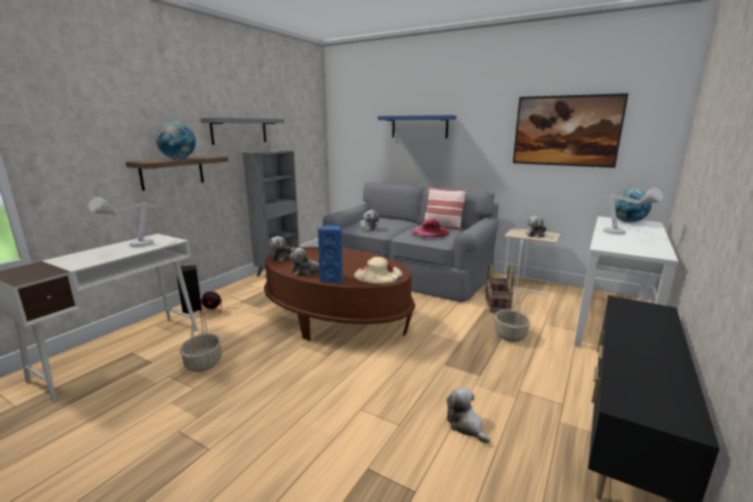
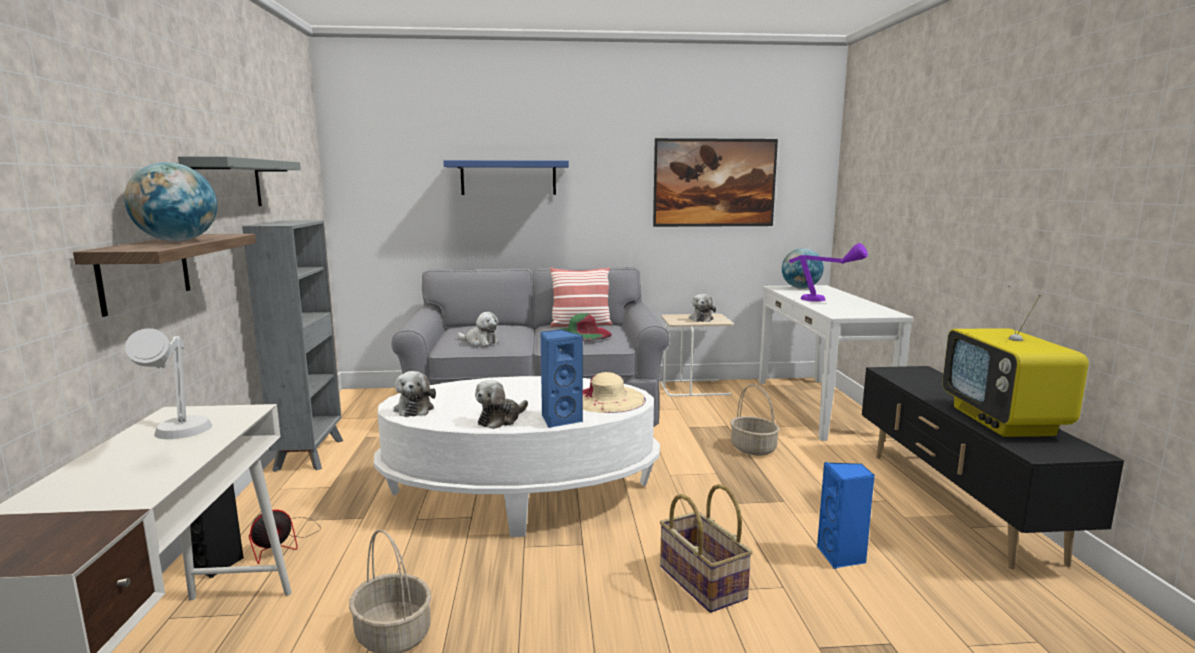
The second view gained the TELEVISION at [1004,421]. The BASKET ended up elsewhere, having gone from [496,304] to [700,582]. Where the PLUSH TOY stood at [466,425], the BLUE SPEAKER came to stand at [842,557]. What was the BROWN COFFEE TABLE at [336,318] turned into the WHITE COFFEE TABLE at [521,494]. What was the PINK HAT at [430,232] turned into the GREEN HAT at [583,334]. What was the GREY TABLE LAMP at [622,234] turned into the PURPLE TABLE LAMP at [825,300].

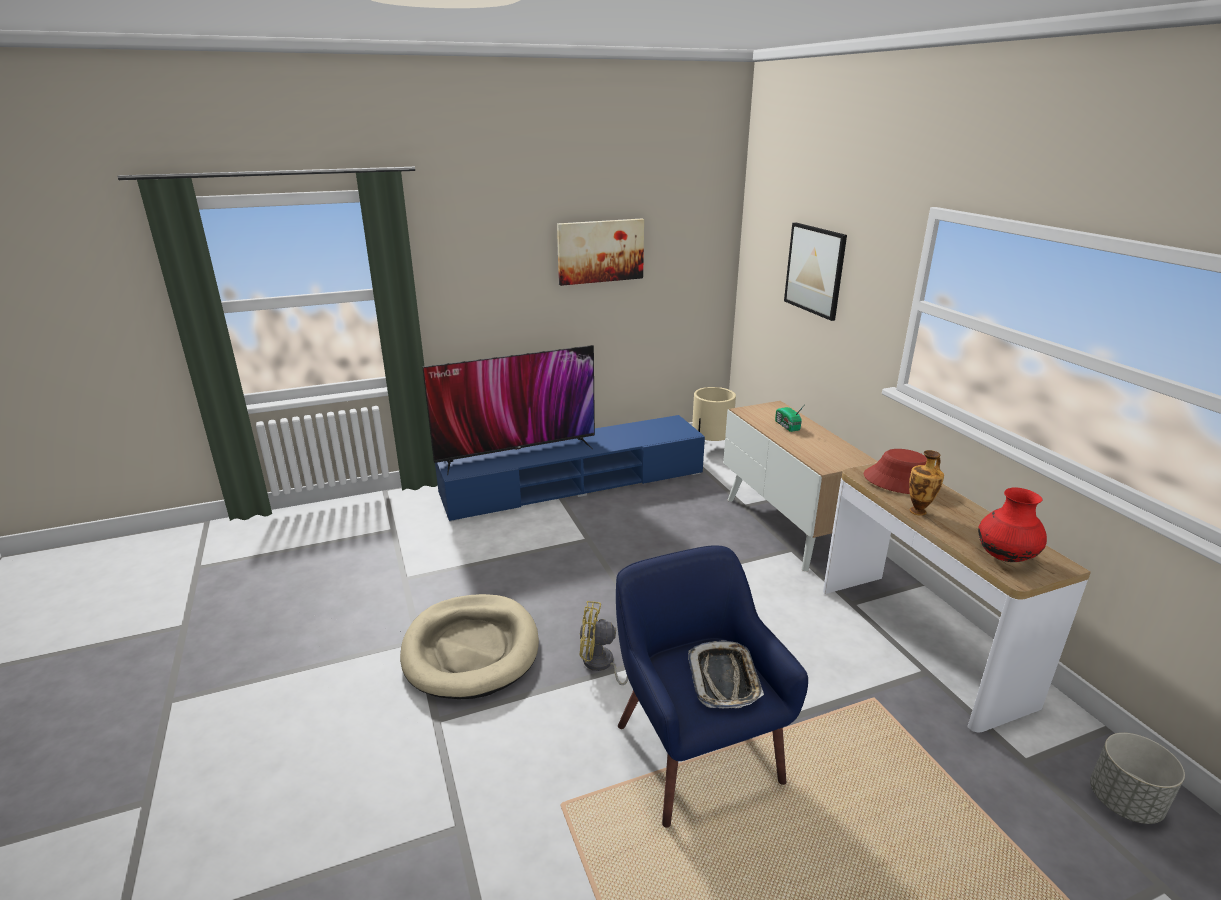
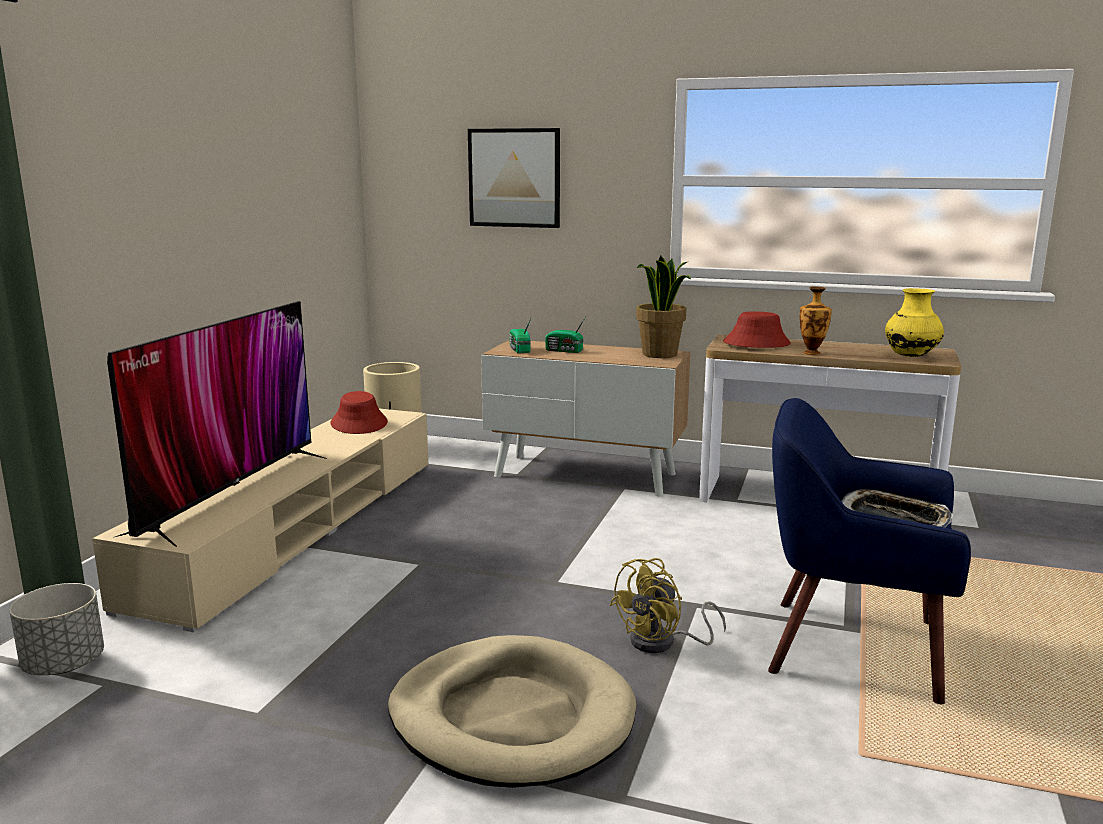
The second view lost the PICTURE at [600,251]. The second view gained the RED HAT at [359,423]. The second view gained the RADIO at [519,350]. The second view gained the POTTED PLANT at [660,354]. The GREY PLANTER ended up elsewhere, having gone from [1124,801] to [64,664]. What was the BLUE TV STAND at [574,484] turned into the BEIGE TV STAND at [297,527]. What was the RED VASE at [1005,557] turned into the YELLOW VASE at [911,356].

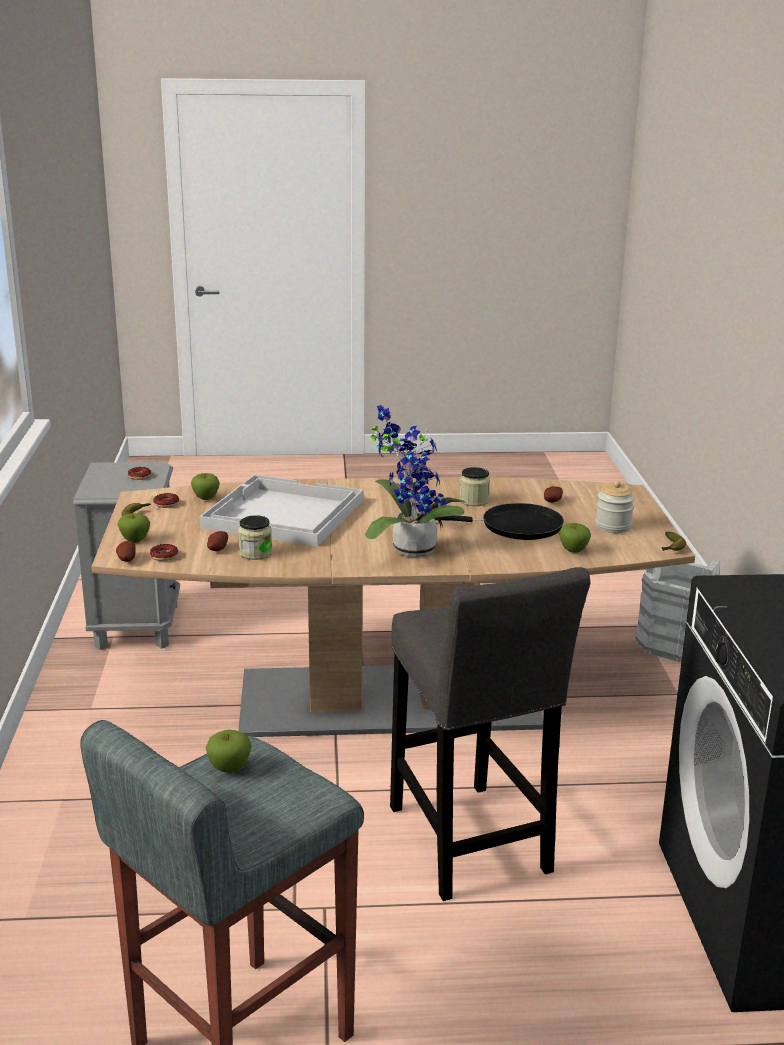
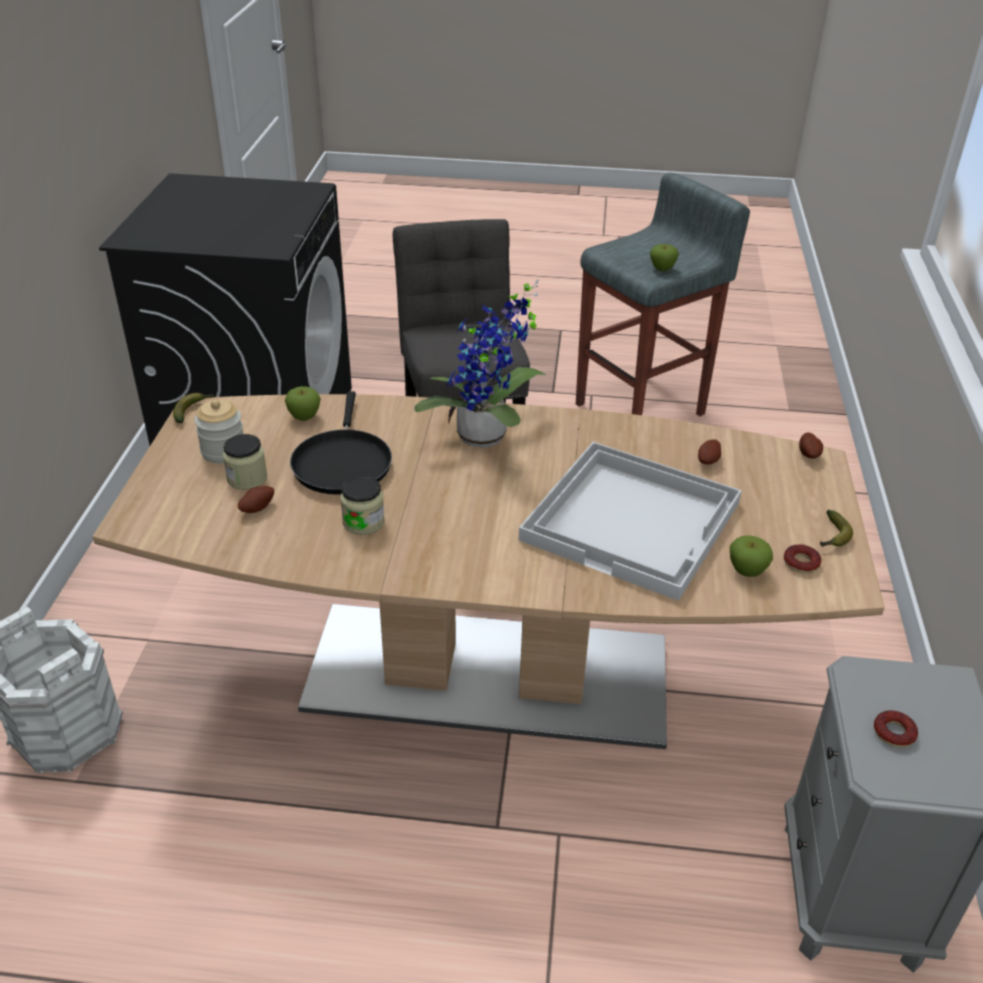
The second view lost the APPLE at [135,540]. The second view lost the DONUT at [164,556]. The JAR ended up elsewhere, having gone from [255,553] to [247,478]. The BLACK FRYING PAN at [515,527] ended up facing another way, 105 degrees counterclockwise from before.

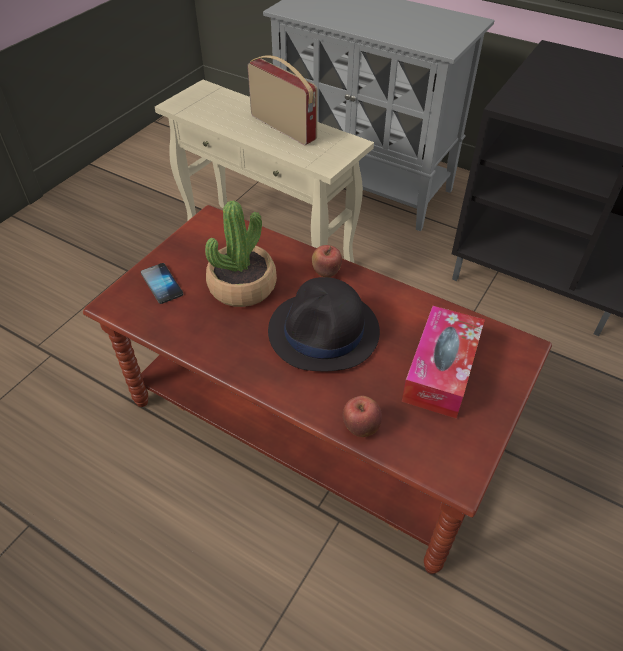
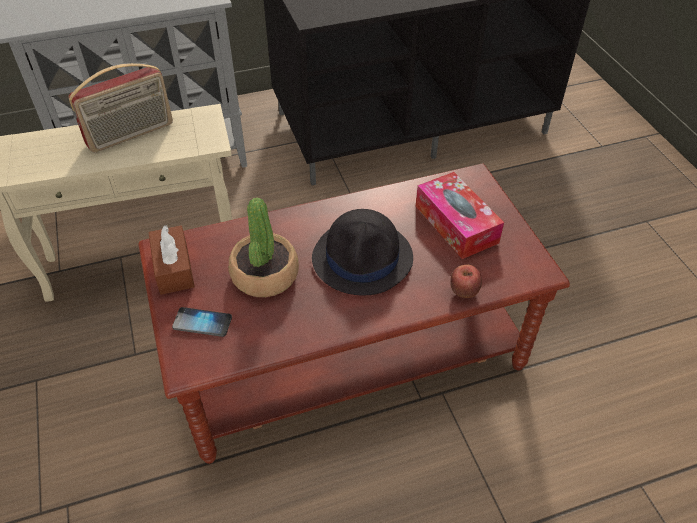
The second view lost the APPLE at [326,273]. The second view gained the BROWN TISSUE BOX at [173,268]. The RADIO at [284,127] ended up facing another way, 150 degrees clockwise from before.

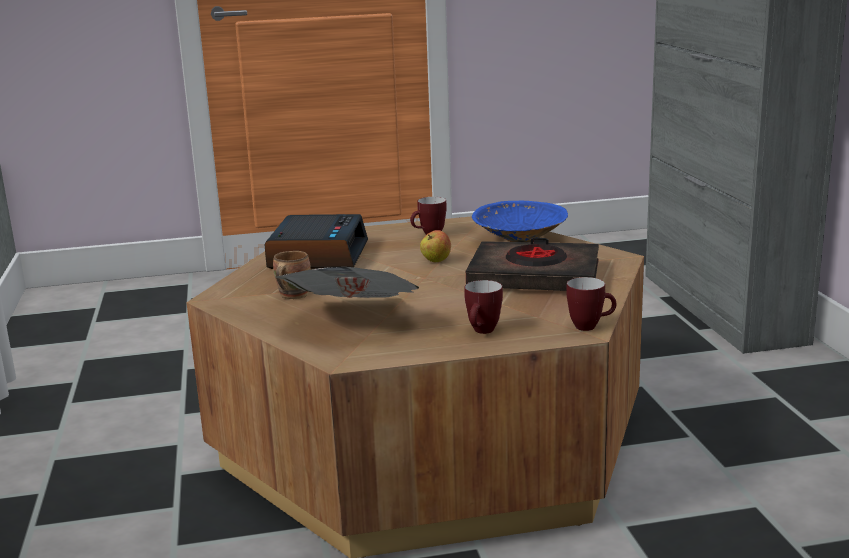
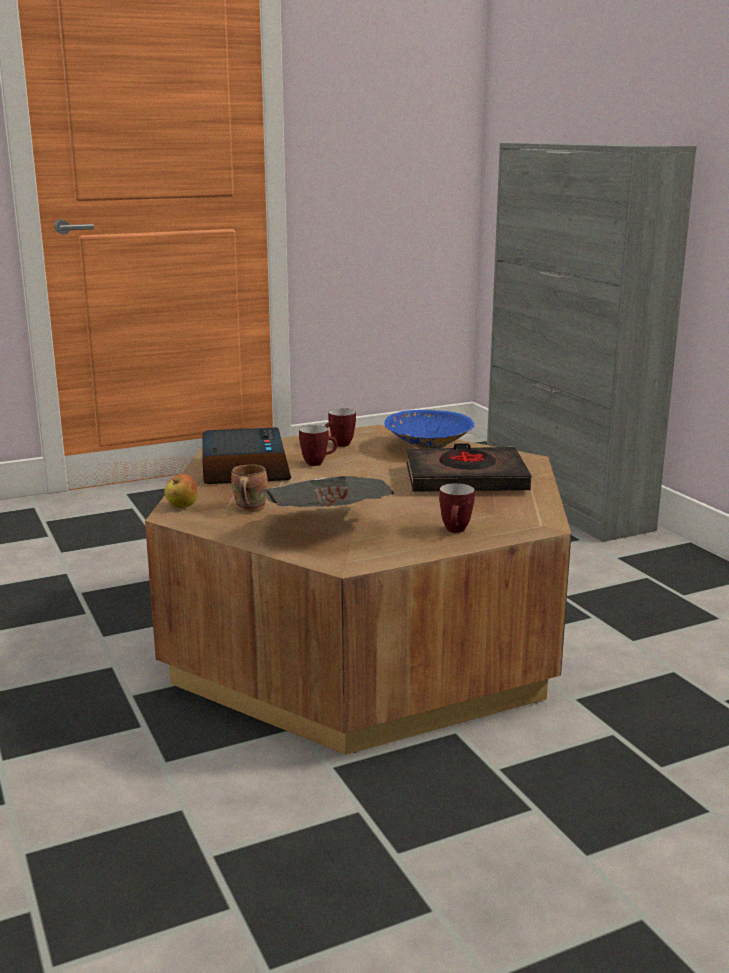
The APPLE ended up elsewhere, having gone from [436,261] to [182,506]. The MUG ended up elsewhere, having gone from [590,326] to [318,463].

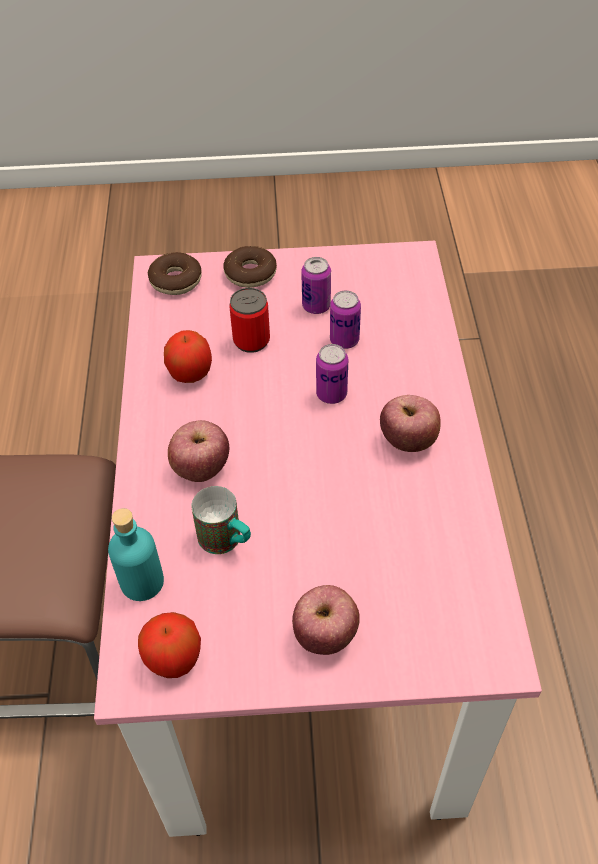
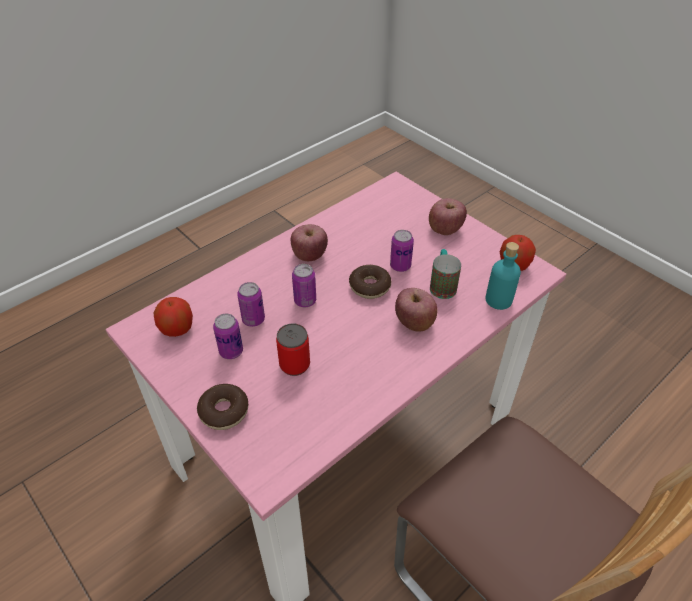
The second view gained the CAN at [400,266]. The DONUT ended up elsewhere, having gone from [176,280] to [369,286]. The APPLE ended up elsewhere, having gone from [190,374] to [177,329].

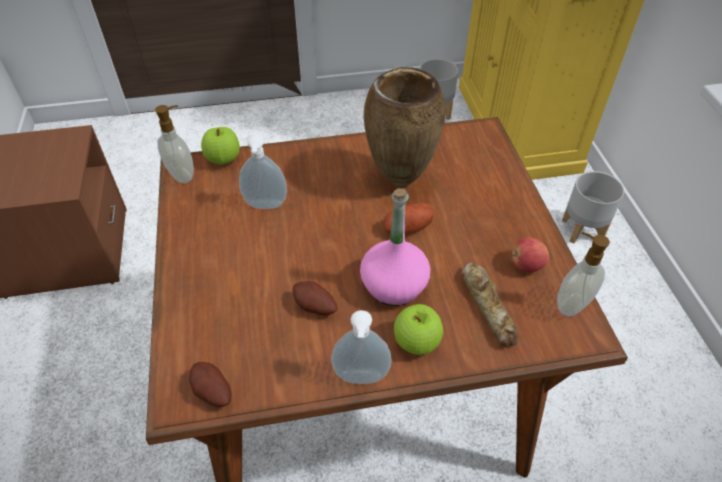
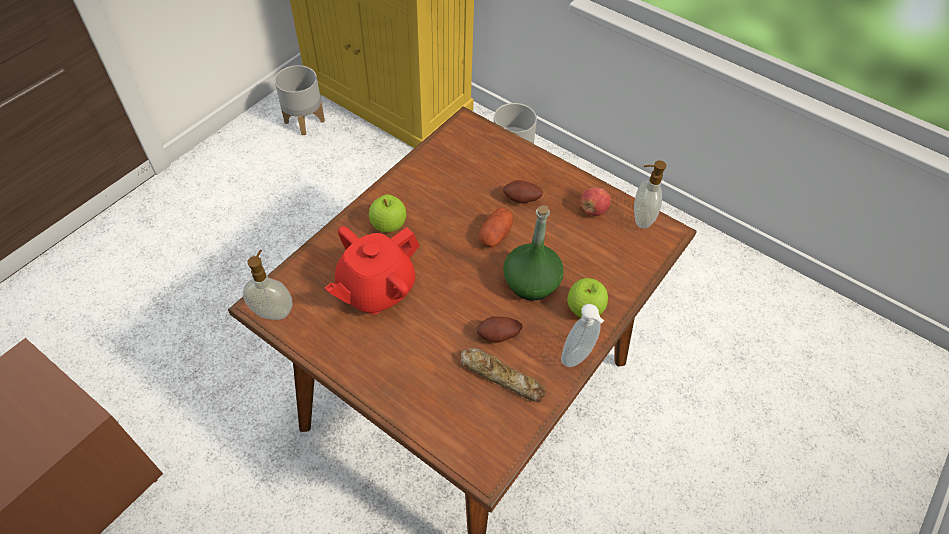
The second view lost the BROWN VASE at [398,181]. The POTATO ended up elsewhere, having gone from [212,393] to [521,200]. The APPLE ended up elsewhere, having gone from [223,160] to [388,225]. The BREAD ended up elsewhere, having gone from [488,306] to [501,376]. Where the SOAP DISPENSER stood at [265,206], the RED TEAPOT came to stand at [376,289]. What was the PINK BOTTLE at [393,285] turned into the GREEN BOTTLE at [531,282].

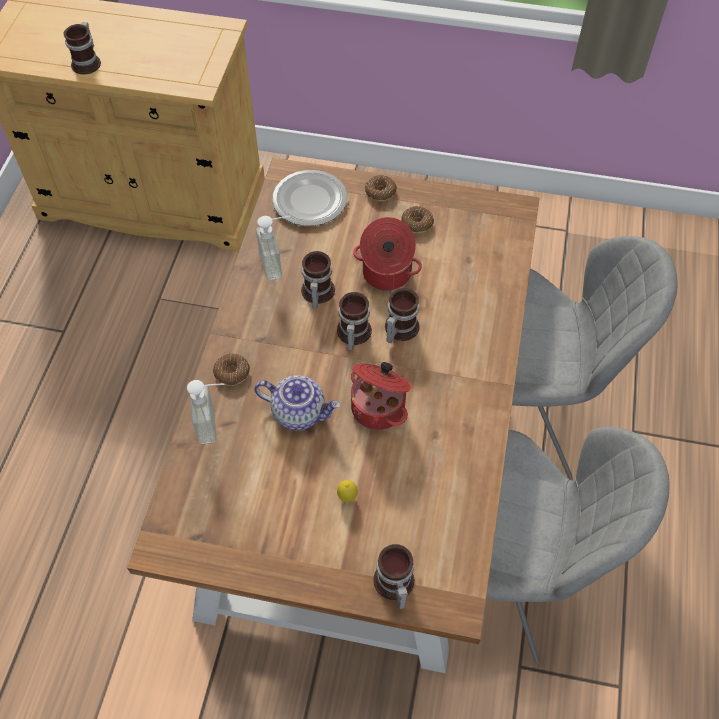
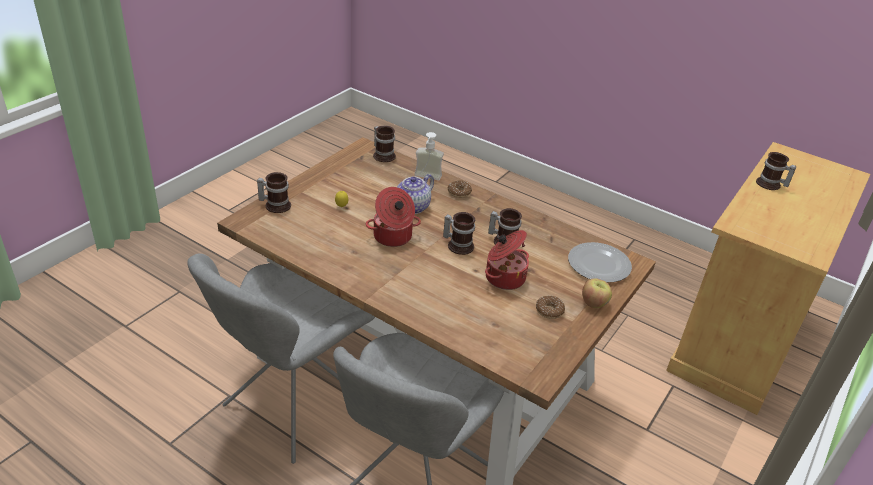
The second view lost the SOAP DISPENSER at [278,263]. The MUG ended up elsewhere, having gone from [398,329] to [384,155]. Where the DONUT stood at [380,192], the APPLE came to stand at [594,303].

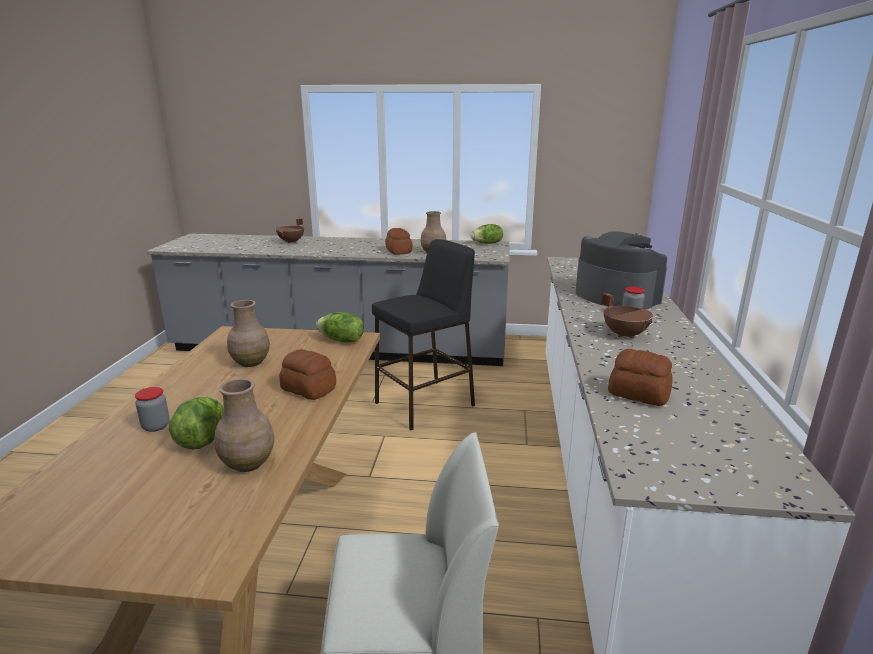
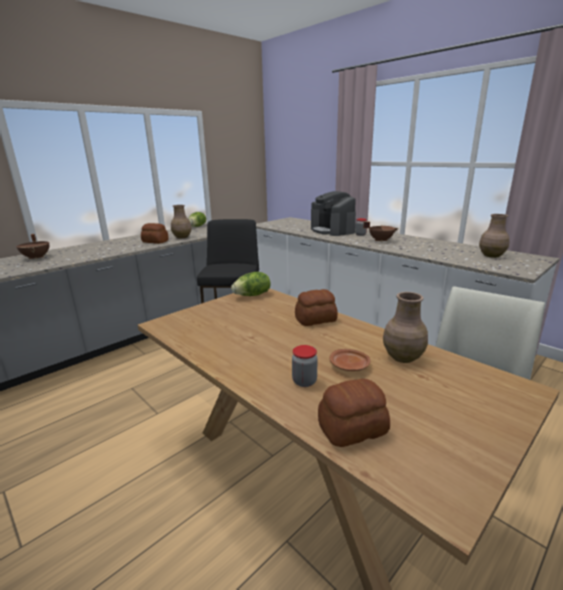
The BROWN VASE ended up elsewhere, having gone from [250,362] to [491,255]. The BREAD ended up elsewhere, having gone from [638,394] to [351,428]. Where the LETTUCE stood at [202,439], the BROWN PLATE came to stand at [349,366]. The COFFEE MACHINE at [616,296] ended up facing another way, 120 degrees counterclockwise from before.

